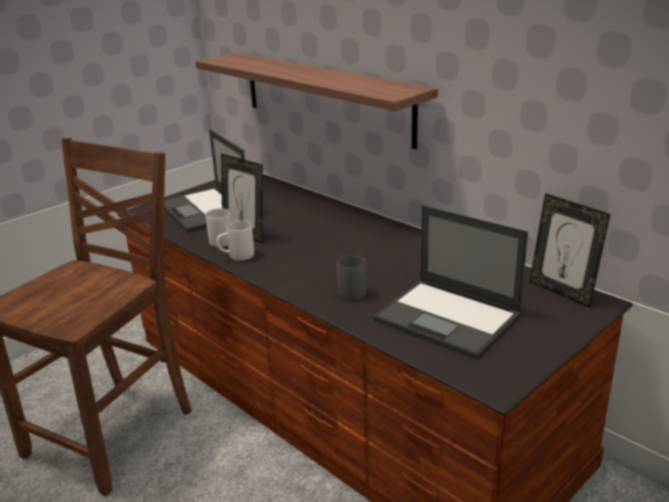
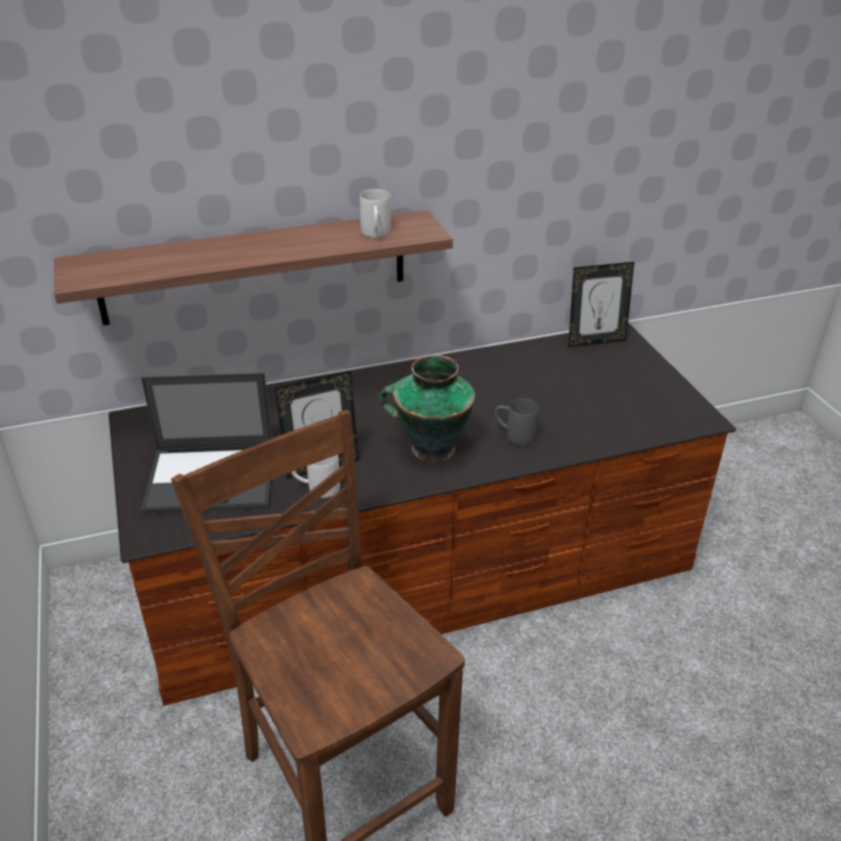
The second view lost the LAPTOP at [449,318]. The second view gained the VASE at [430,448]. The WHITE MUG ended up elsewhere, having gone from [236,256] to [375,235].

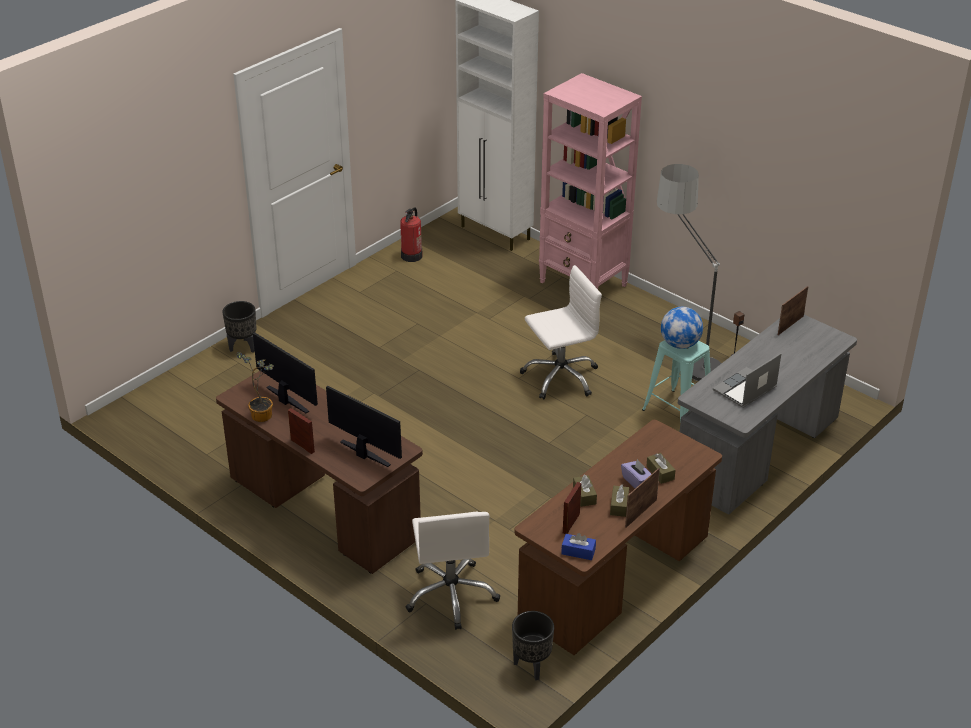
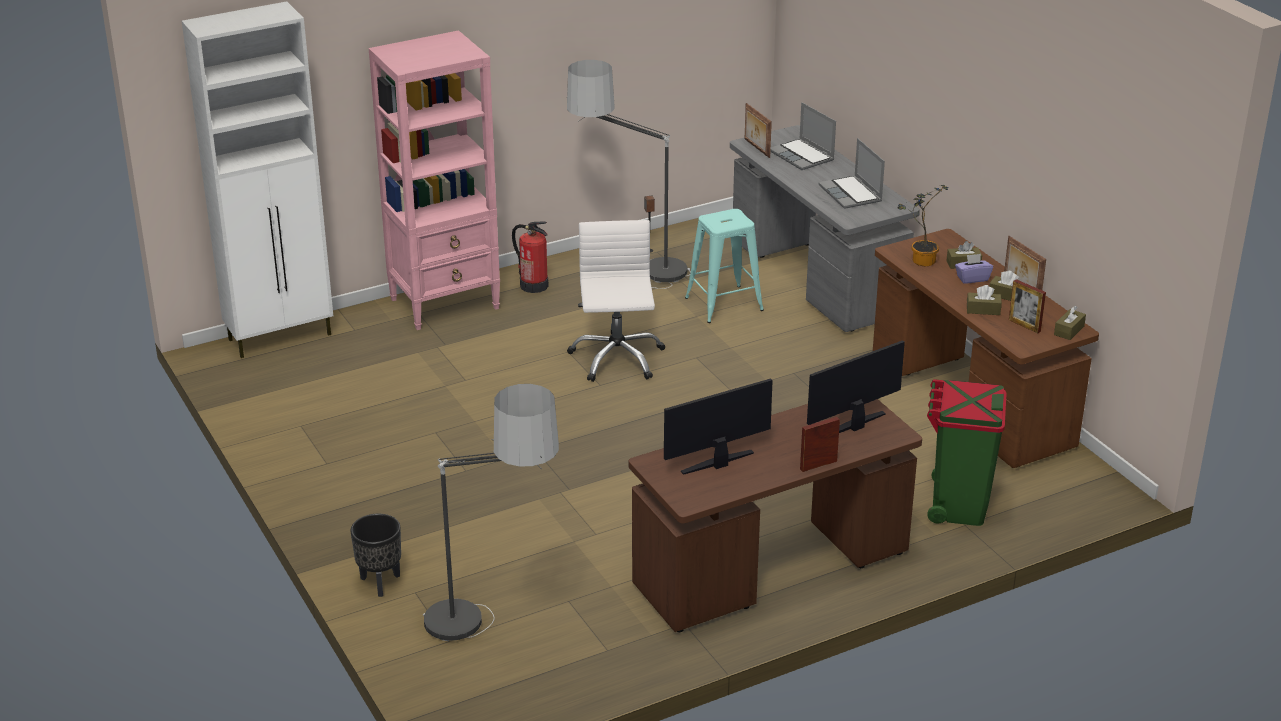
The second view lost the BLACK PLANTER at [532,666]. The second view lost the GLOBE at [680,344]. The second view gained the FLOOR LAMP at [493,638]. The second view gained the LAPTOP at [802,156]. The POTTED PLANT ended up elsewhere, having gone from [262,413] to [920,260]. The FIRE EXTINGUISHER ended up elsewhere, having gone from [412,255] to [533,285]. Where the WHITE OFFICE CHAIR stood at [451,595], the GREEN TRASH CAN came to stand at [957,505]. What was the BLUE TISSUE BOX at [578,551] turned into the BROWN TISSUE BOX at [1069,330].

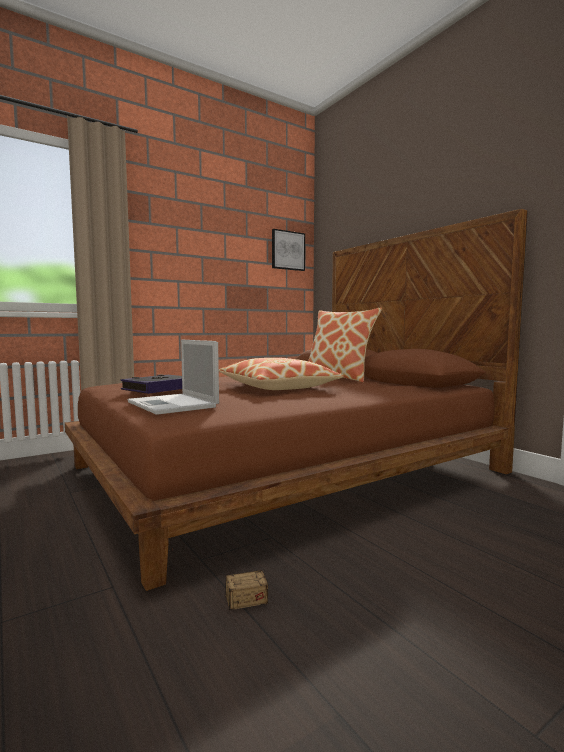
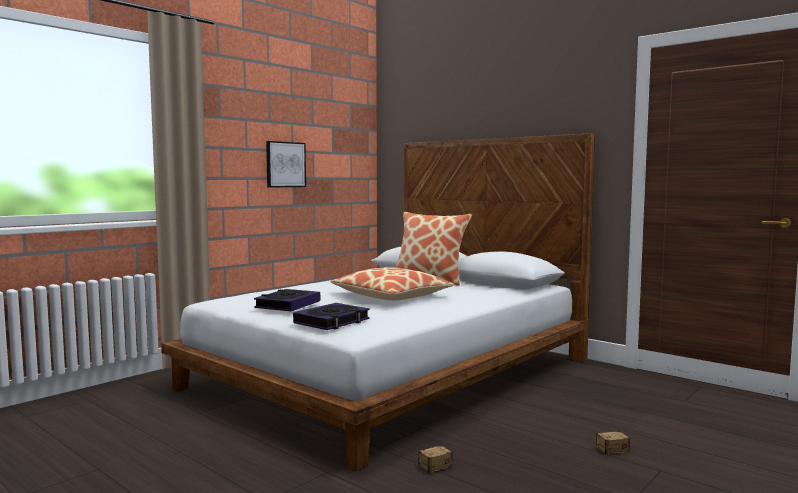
The second view gained the STORAGE BOX at [596,451]. The PICTURE ended up elsewhere, having gone from [287,250] to [285,164]. Where the LAPTOP stood at [173,405], the BOOK came to stand at [332,321]. What was the BROWN BED at [286,469] turned into the WHITE BED at [392,374].

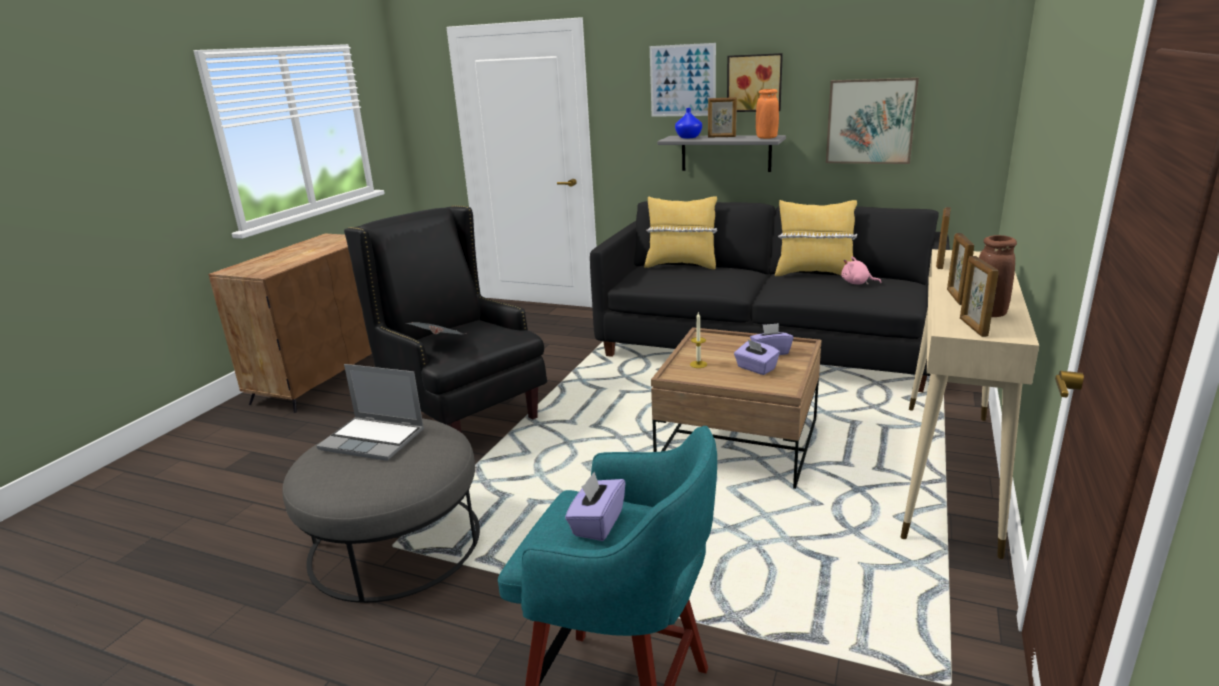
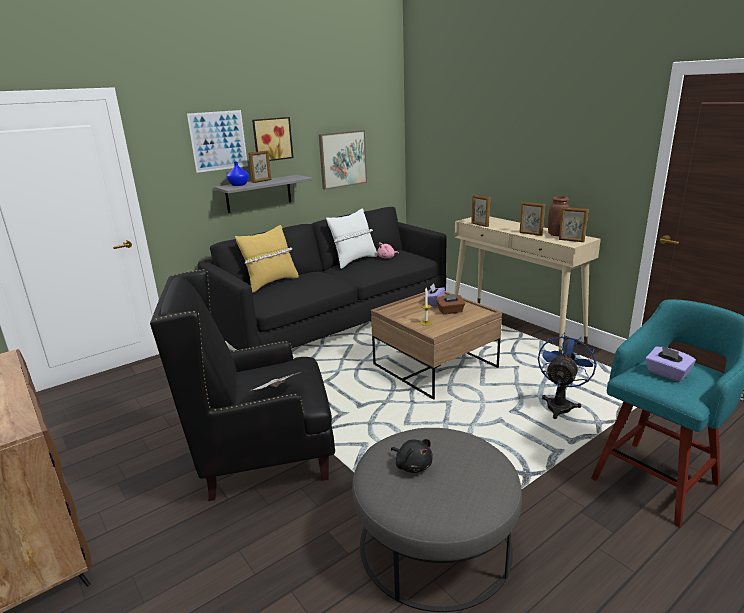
The second view lost the ORANGE VASE at [766,138]. The second view gained the BLUE FAN at [560,404]. Where the LAPTOP stood at [374,439], the BLACK PLUSH TOY came to stand at [412,465]. What was the PURPLE TISSUE BOX at [755,368] turned into the BROWN TISSUE BOX at [450,311]. What was the YELLOW PILLOW at [814,273] turned into the WHITE PILLOW at [354,261].

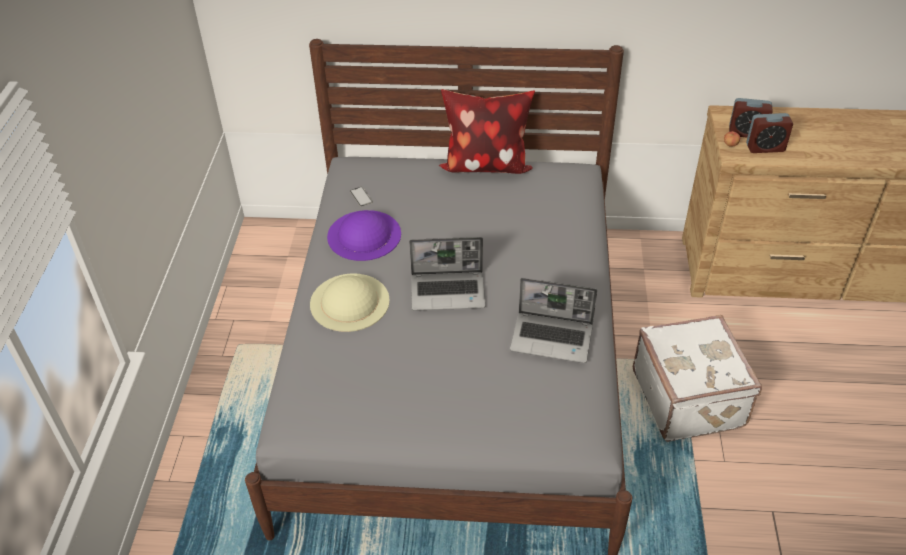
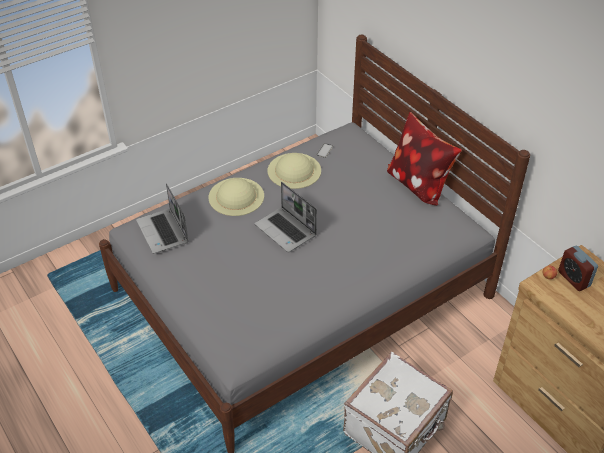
The second view lost the ALARM CLOCK at [765,148]. The LAPTOP ended up elsewhere, having gone from [552,338] to [163,232]. What was the PURPLE HAT at [364,235] turned into the BEIGE HAT at [294,170].

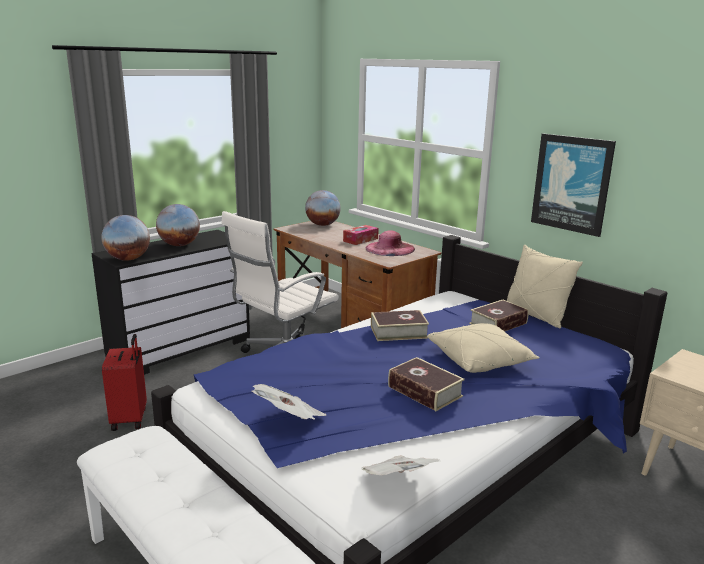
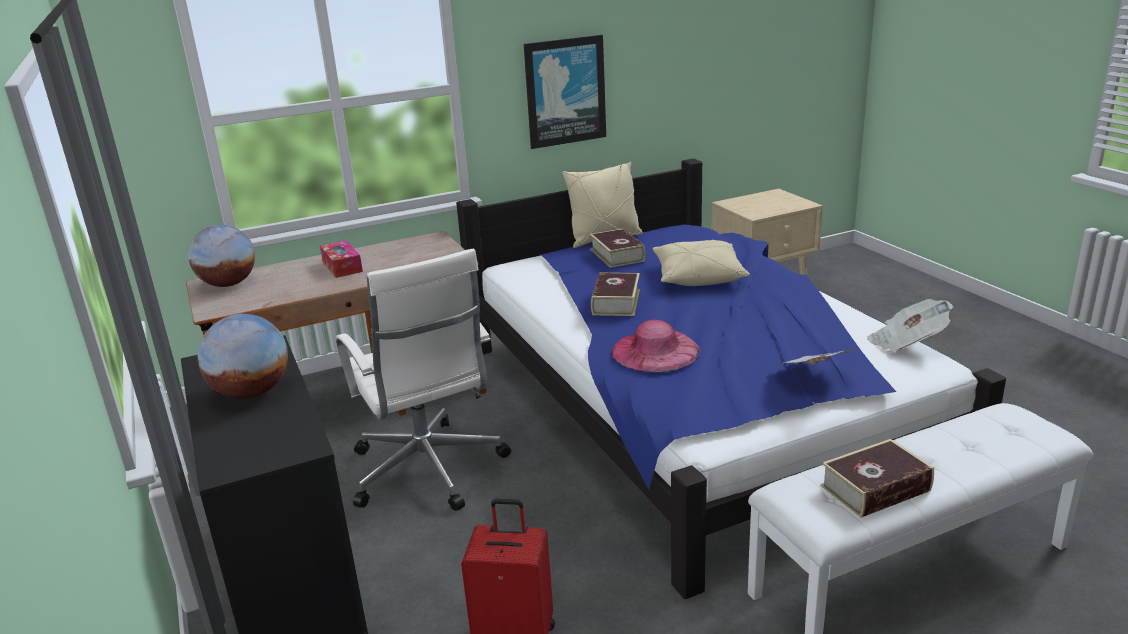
The second view lost the GLOBE at [128,259]. The PINK HAT ended up elsewhere, having gone from [390,248] to [655,350]. The BOOK ended up elsewhere, having gone from [424,391] to [875,488].

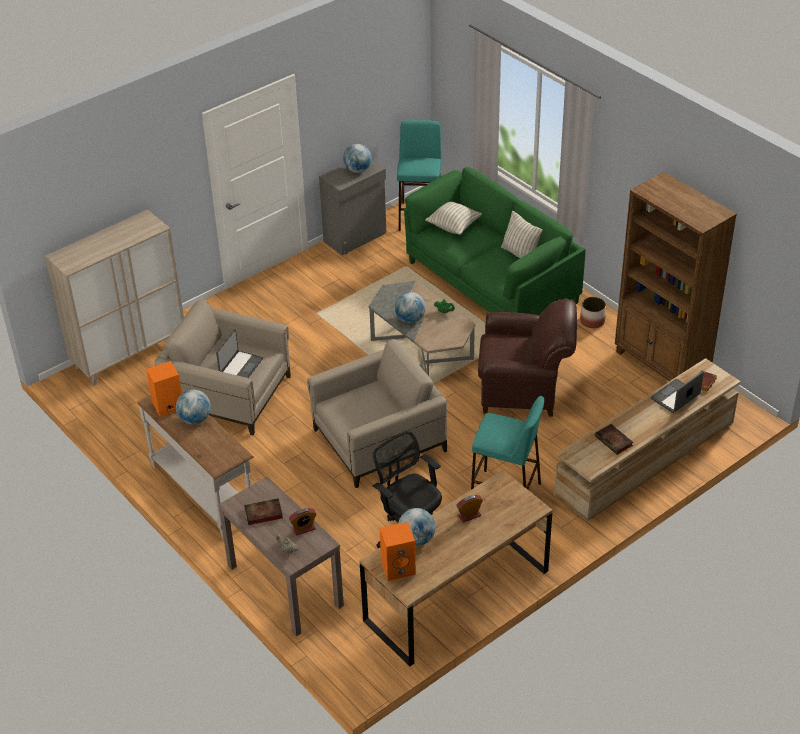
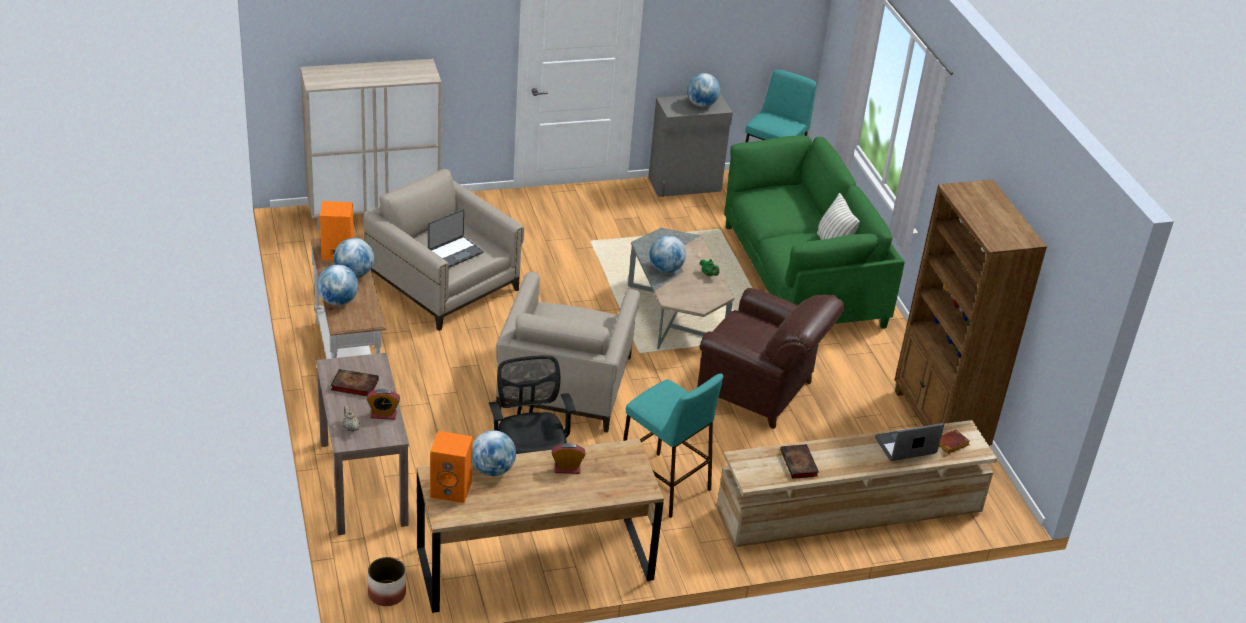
The second view lost the PILLOW at [453,226]. The second view gained the GLOBE at [338,301]. The PLANTER ended up elsewhere, having gone from [592,321] to [387,593]. The BEIGE ARMCHAIR at [379,440] ended up facing another way, 105 degrees clockwise from before.

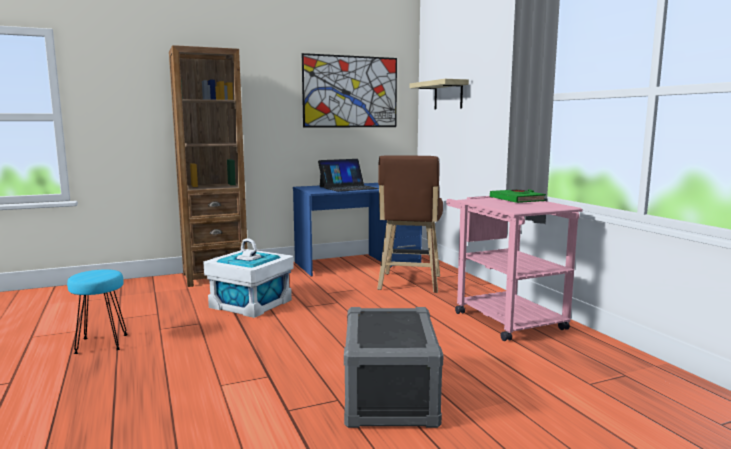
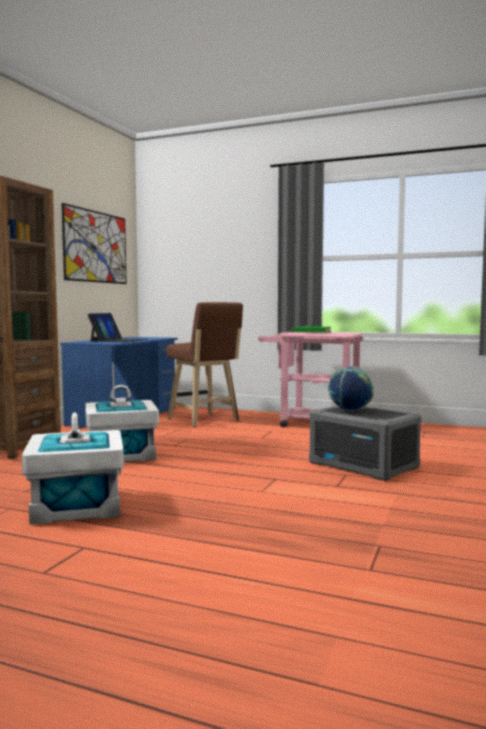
The second view lost the SHELF at [448,95]. The second view gained the GLOBE at [350,411]. Where the TURQUOISE STOOL stood at [102,343], the WHITE STORAGE BOX came to stand at [76,506].

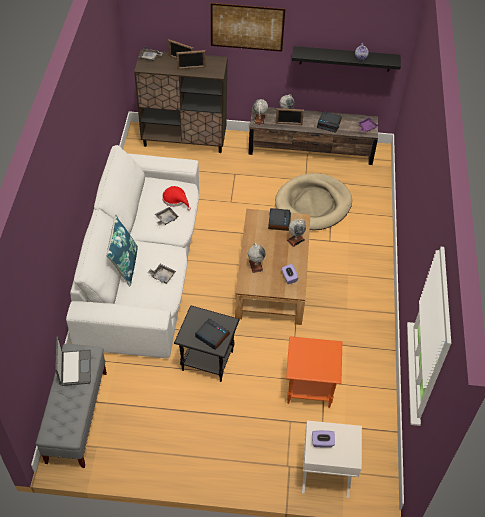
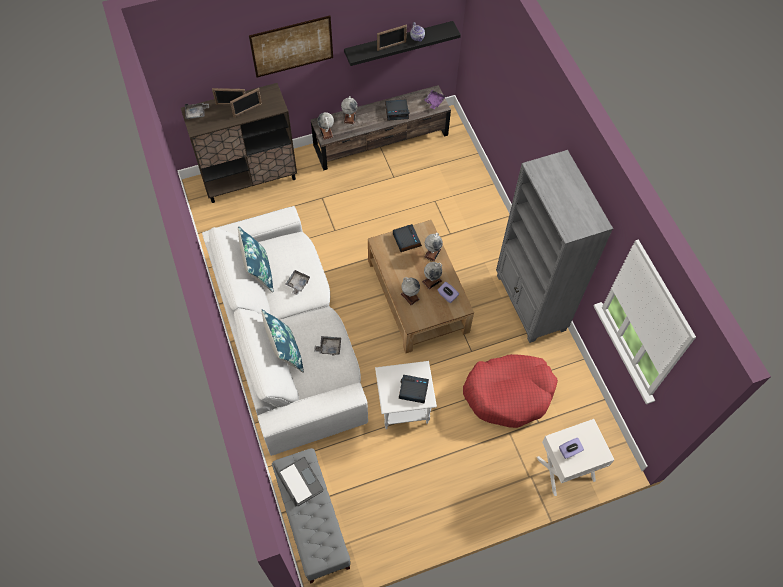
The second view lost the RED HAT at [176,199]. The second view lost the BEIGE DOG BED at [313,204]. The second view gained the BLUE PILLOW at [258,272]. The second view gained the GLOBE at [432,281]. The second view gained the GREY BOOKCASE at [530,303]. The PICTURE FRAME ended up elsewhere, having gone from [289,124] to [391,46]. Where the ORANGE SIDE TABLE stood at [308,388], the RED DOG BED came to stand at [509,393]. What was the BLACK SIDE TABLE at [207,361] turned into the WHITE SIDE TABLE at [403,408].

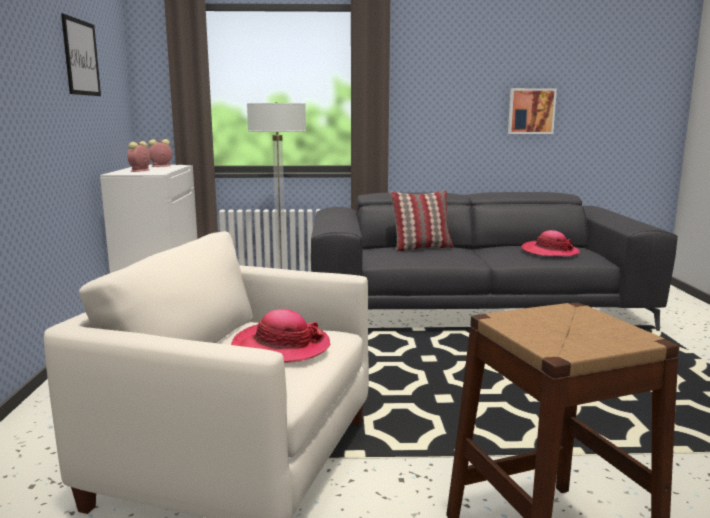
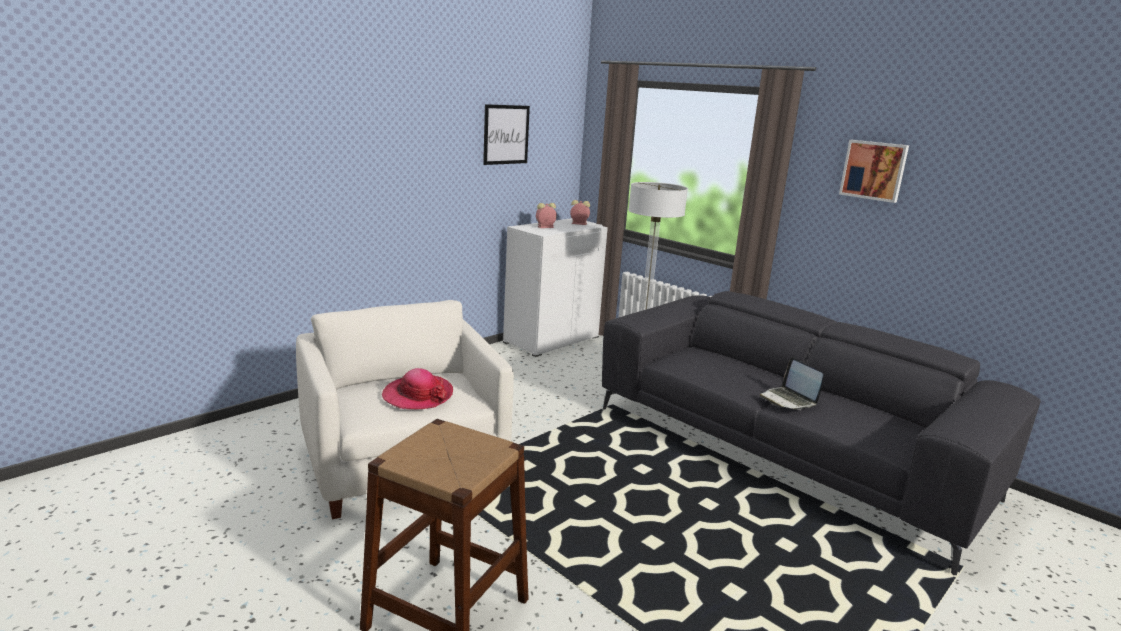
The second view lost the PILLOW at [421,248]. The second view lost the HAT at [549,252]. The second view gained the LAPTOP at [788,400]. The PICTURE ended up elsewhere, having gone from [531,111] to [874,170].

